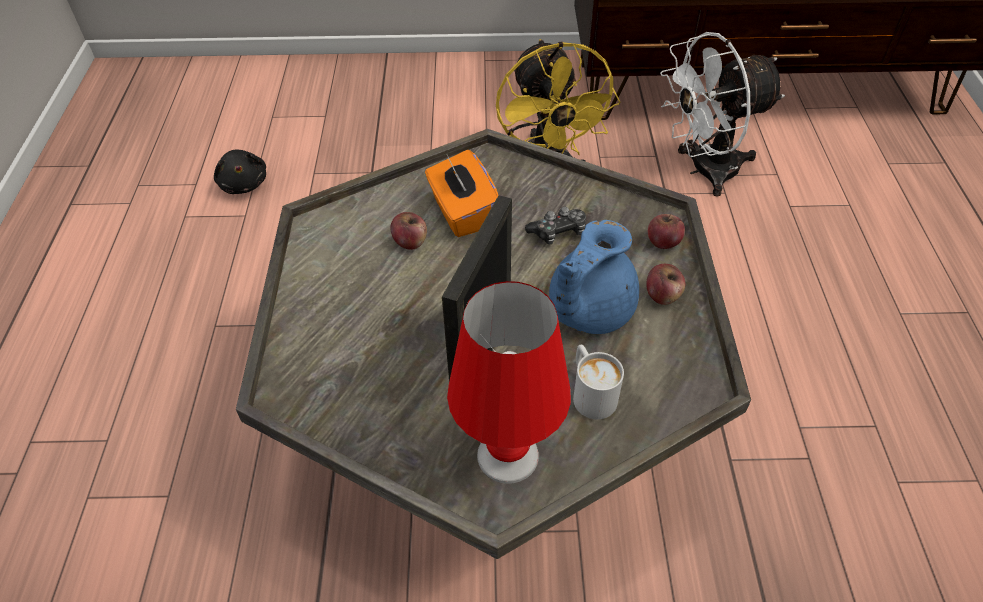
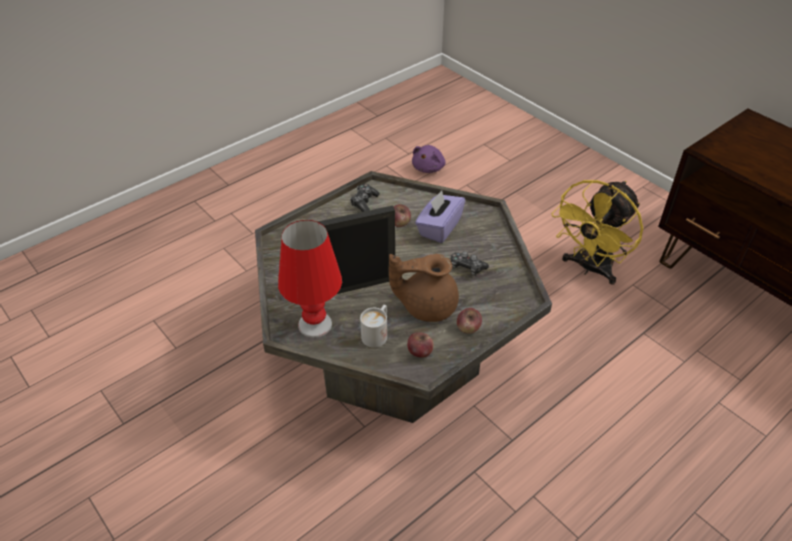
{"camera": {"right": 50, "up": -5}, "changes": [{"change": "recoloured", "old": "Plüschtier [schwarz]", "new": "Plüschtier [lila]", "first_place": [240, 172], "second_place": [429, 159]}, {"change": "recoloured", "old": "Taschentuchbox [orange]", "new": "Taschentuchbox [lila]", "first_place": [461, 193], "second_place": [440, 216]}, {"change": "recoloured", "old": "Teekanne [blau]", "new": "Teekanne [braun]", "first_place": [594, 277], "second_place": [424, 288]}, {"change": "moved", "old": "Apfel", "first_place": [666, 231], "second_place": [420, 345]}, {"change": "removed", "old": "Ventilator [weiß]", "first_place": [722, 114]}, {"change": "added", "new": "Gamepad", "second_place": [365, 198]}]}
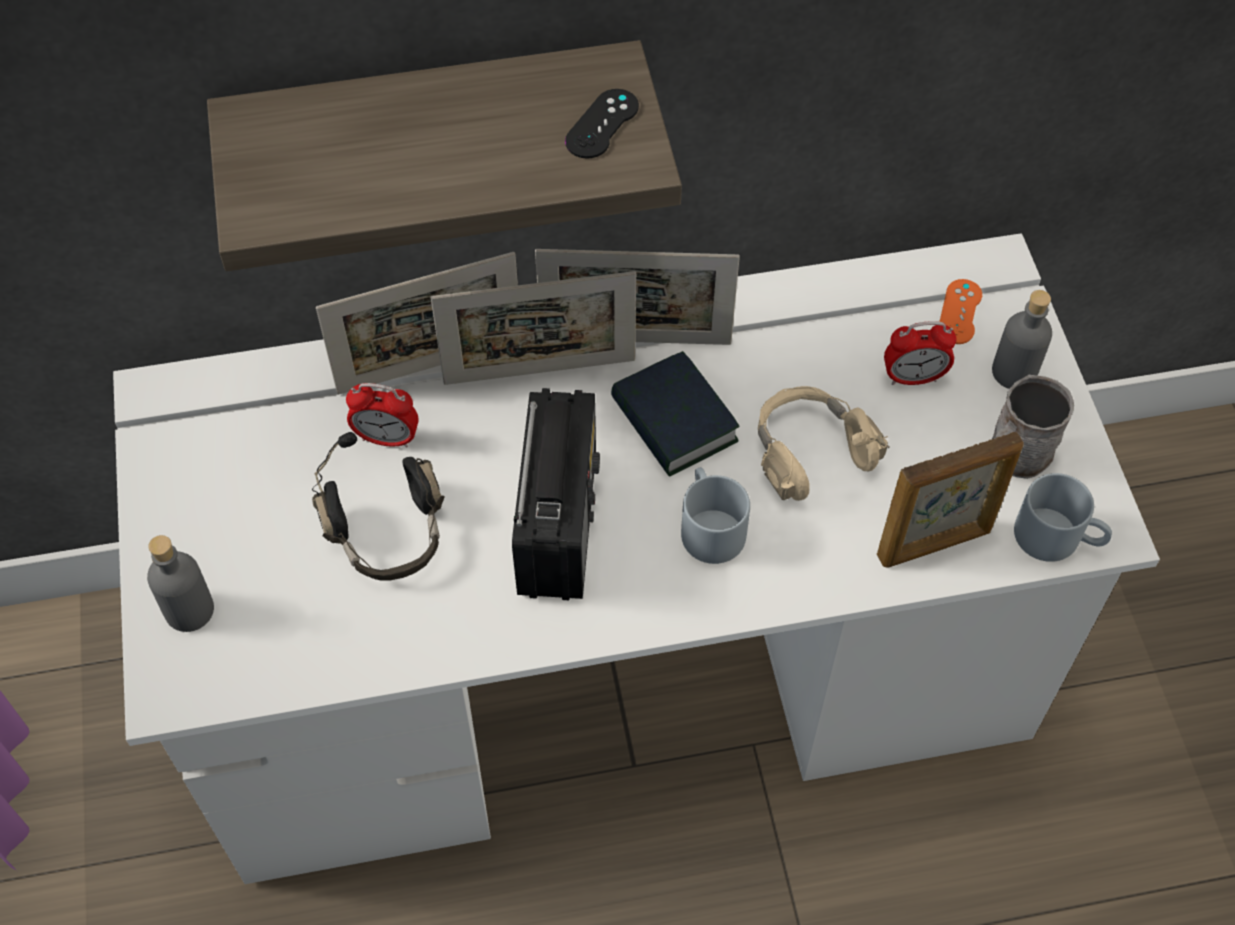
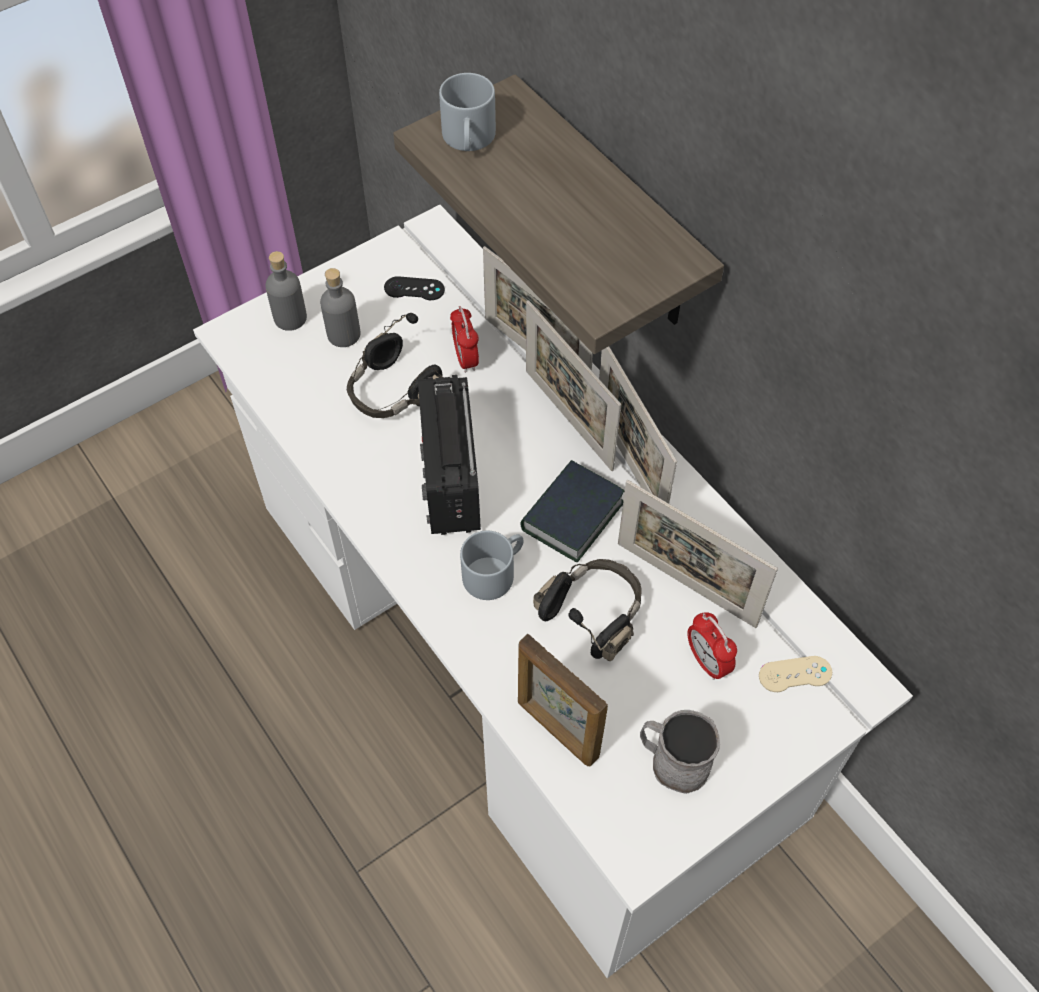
{"camera": {"right": 65, "up": 0}, "changes": [{"change": "turned", "old": "Radio", "first_place": [556, 494], "second_place": [449, 455], "degrees": 105}, {"change": "moved", "old": "Gamepad [schwarz]", "first_place": [602, 124], "second_place": [414, 288]}, {"change": "recoloured", "old": "Kopfhörer [beige]", "new": "Kopfhörer [schwarz]", "first_place": [824, 443], "second_place": [587, 610]}, {"change": "recoloured", "old": "Gamepad [orange]", "new": "Gamepad [beige]", "first_place": [960, 311], "second_place": [795, 674]}, {"change": "moved", "old": "Flasche [grau]", "first_place": [1022, 339], "second_place": [340, 307]}, {"change": "moved", "old": "Henkelbecher [grau]", "first_place": [1063, 517], "second_place": [467, 112]}, {"change": "added", "new": "Bilderrahmen", "second_place": [698, 554]}]}
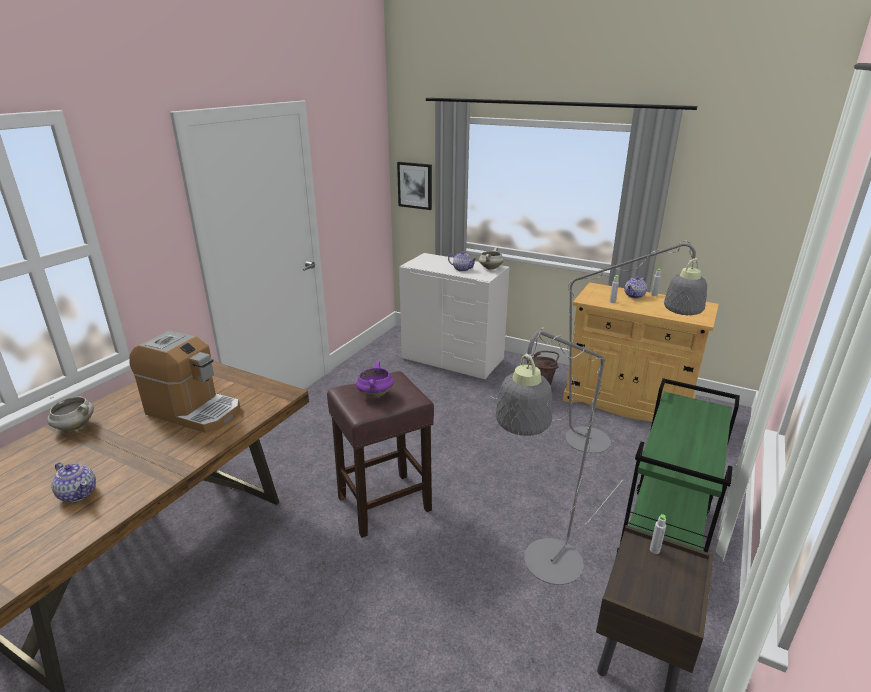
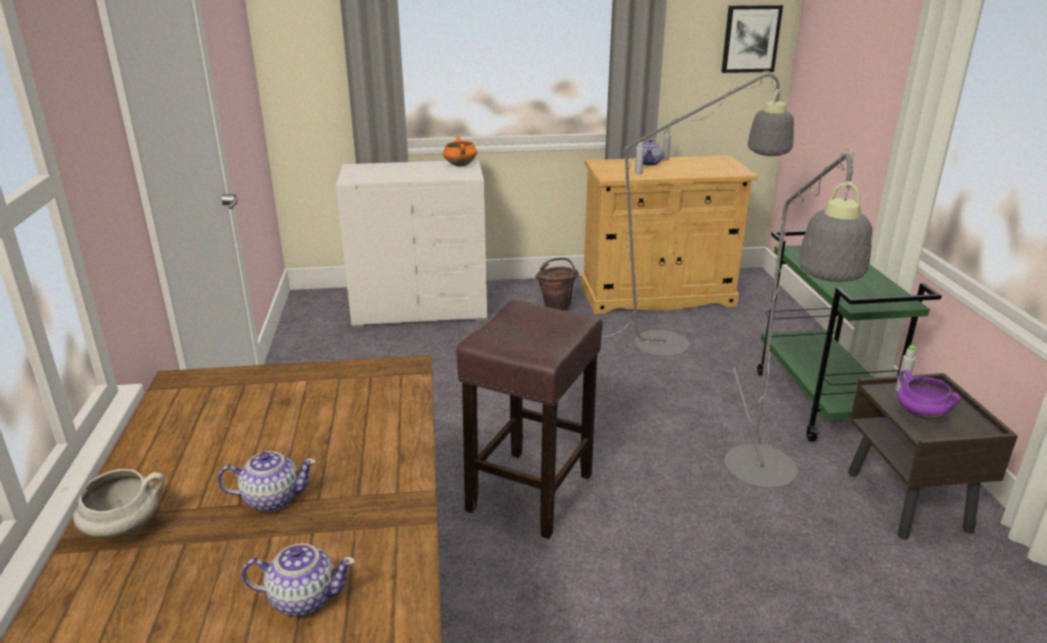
{"camera": {"right": -35, "up": 0}, "changes": [{"change": "removed", "old": "Kaffeemaschine", "first_place": [184, 381]}, {"change": "moved", "old": "Kochtopf [lila]", "first_place": [375, 379], "second_place": [929, 395]}, {"change": "moved", "old": "Bild", "first_place": [414, 186], "second_place": [752, 39]}, {"change": "moved", "old": "Teekanne", "first_place": [462, 261], "second_place": [267, 481]}, {"change": "recoloured", "old": "Kochtopf [weiß]", "new": "Kochtopf [orange]", "first_place": [491, 259], "second_place": [460, 151]}]}
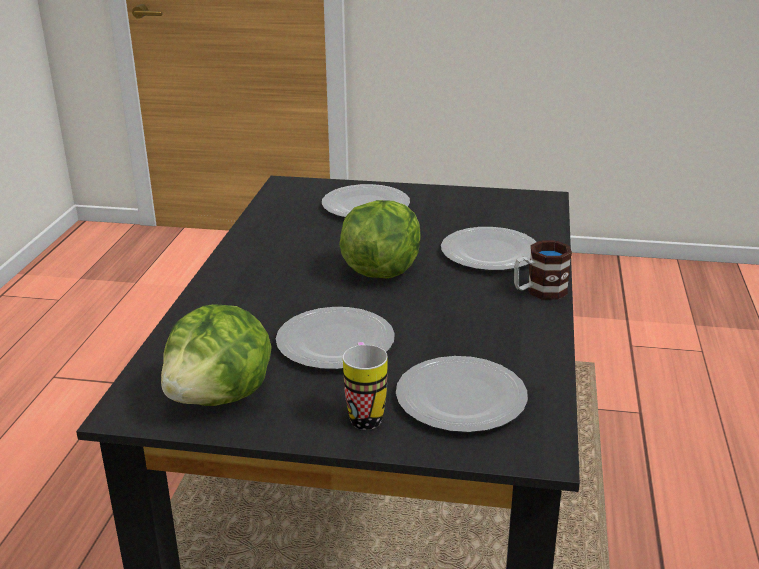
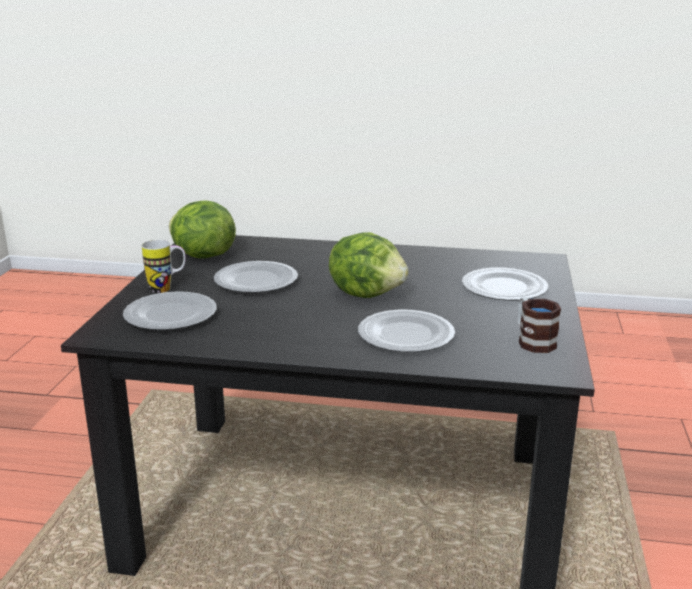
{"camera": {"right": 90, "up": -5}, "changes": [{"change": "moved", "old": "Henkelbecher", "first_place": [543, 270], "second_place": [539, 325]}]}
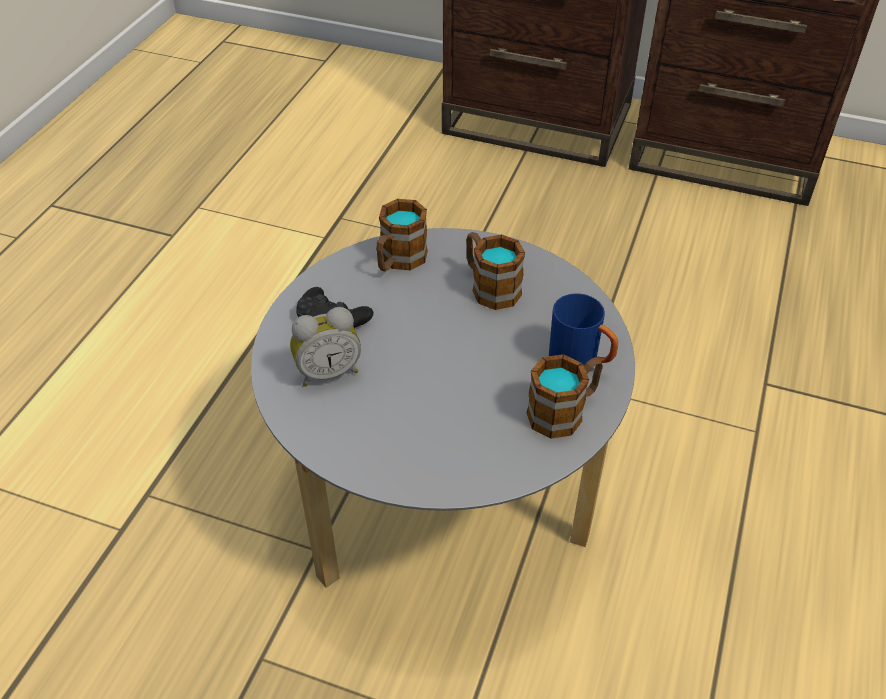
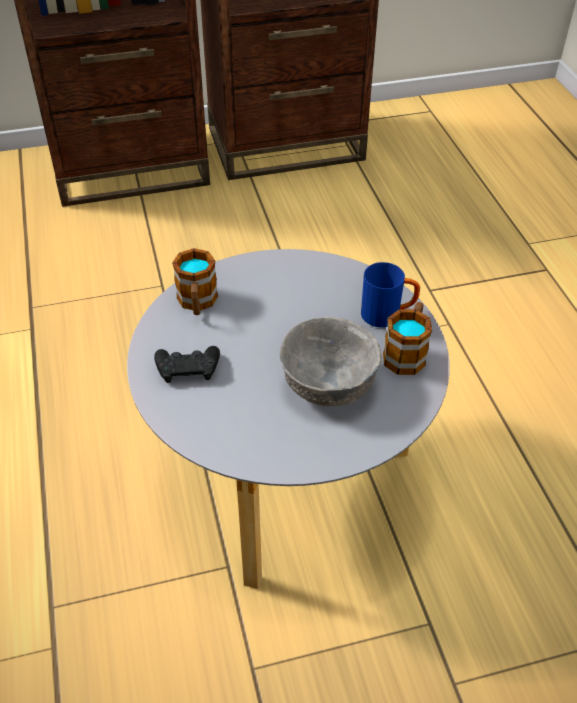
{"camera": {"right": -35, "up": 0}, "changes": [{"change": "removed", "old": "Wecker", "first_place": [325, 347]}, {"change": "removed", "old": "Henkelbecher", "first_place": [495, 271]}, {"change": "added", "new": "Schüssel [grau]", "second_place": [331, 361]}]}
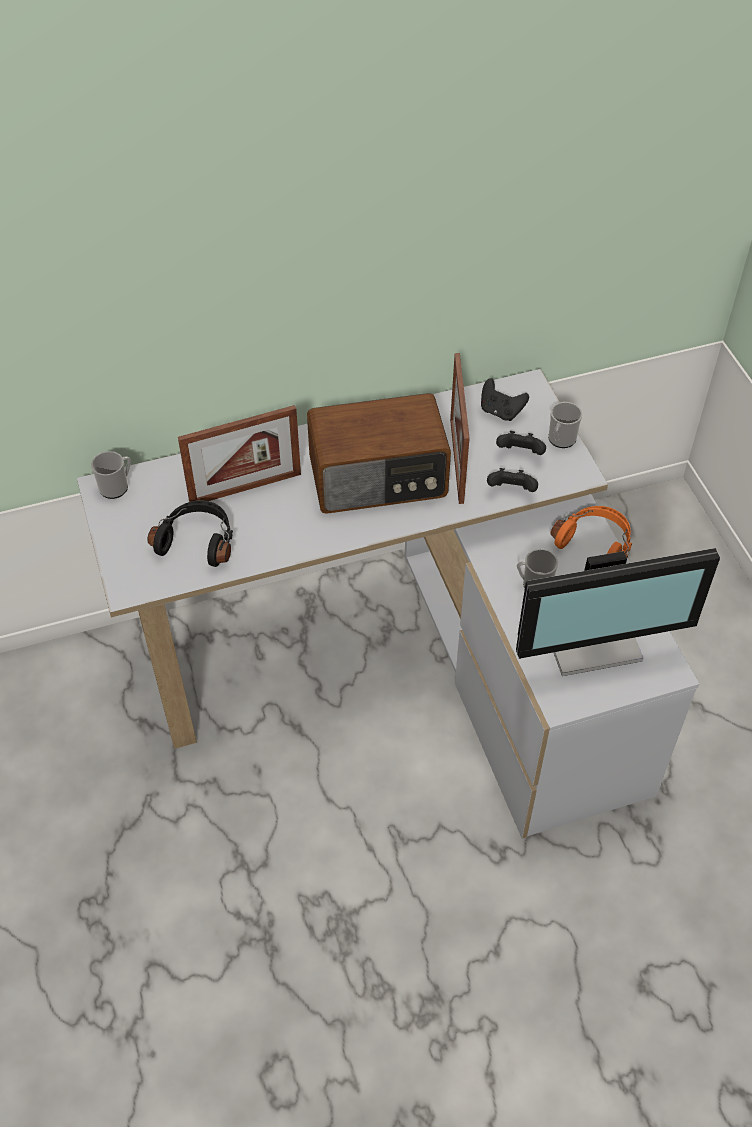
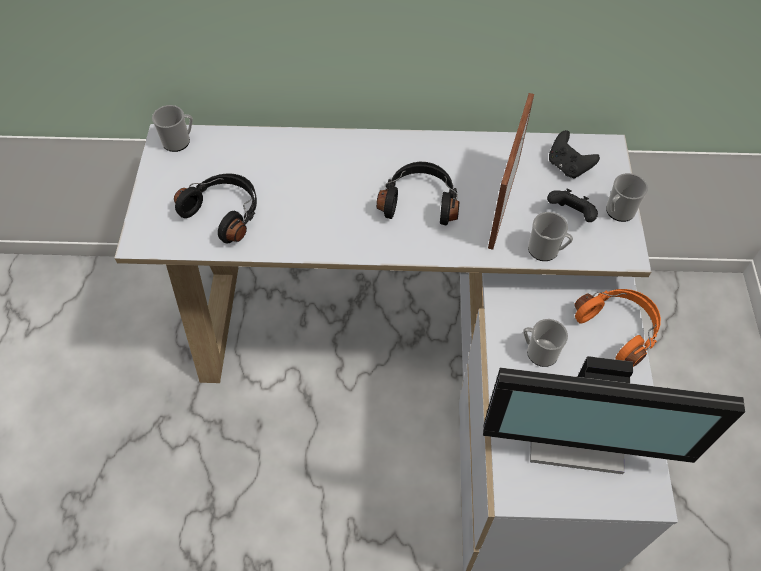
{"camera": {"right": 20, "up": 5}, "changes": [{"change": "removed", "old": "Bilderrahmen", "first_place": [239, 453]}, {"change": "replaced", "old": "Radio", "new": "Kopfhörer [schwarz]", "first_place": [379, 453], "second_place": [417, 193]}, {"change": "replaced", "old": "Gamepad [schwarz]", "new": "Henkelbecher", "first_place": [512, 480], "second_place": [550, 236]}]}
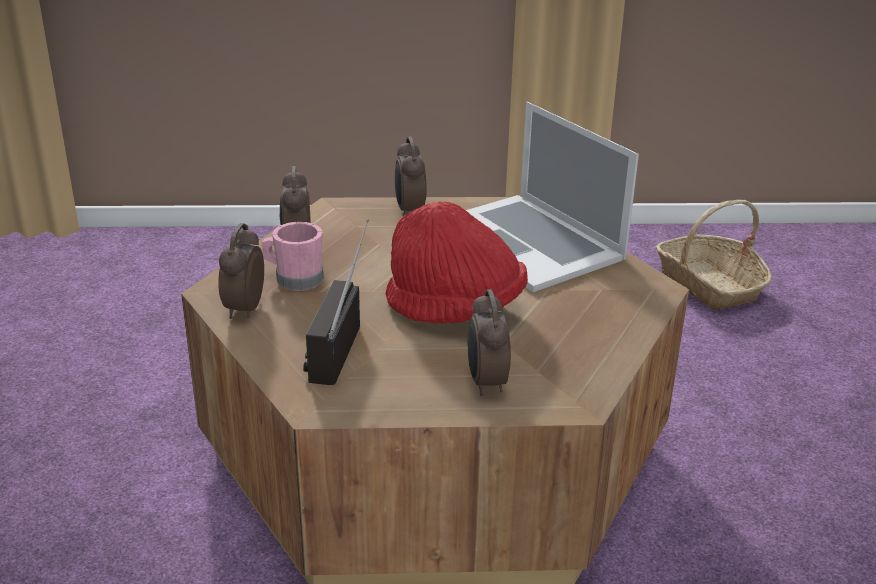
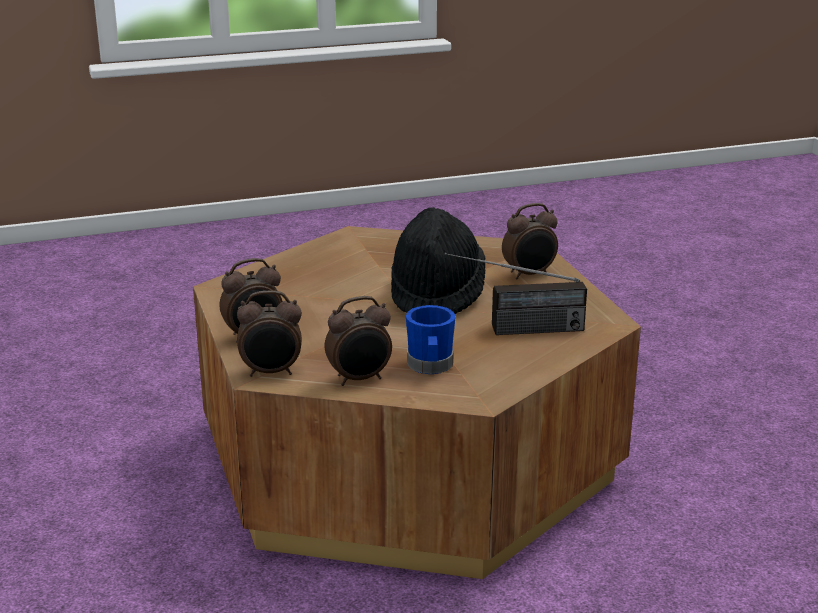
{"camera": {"right": -105, "up": -5}, "changes": [{"change": "moved", "old": "Wecker", "first_place": [241, 271], "second_place": [269, 333]}, {"change": "recoloured", "old": "Henkelbecher [rosa]", "new": "Henkelbecher [blau]", "first_place": [292, 256], "second_place": [431, 339]}, {"change": "recoloured", "old": "Hut [rot]", "new": "Hut [schwarz]", "first_place": [456, 262], "second_place": [438, 260]}, {"change": "removed", "old": "Laptop", "first_place": [552, 197]}, {"change": "removed", "old": "Korb", "first_place": [713, 255]}]}
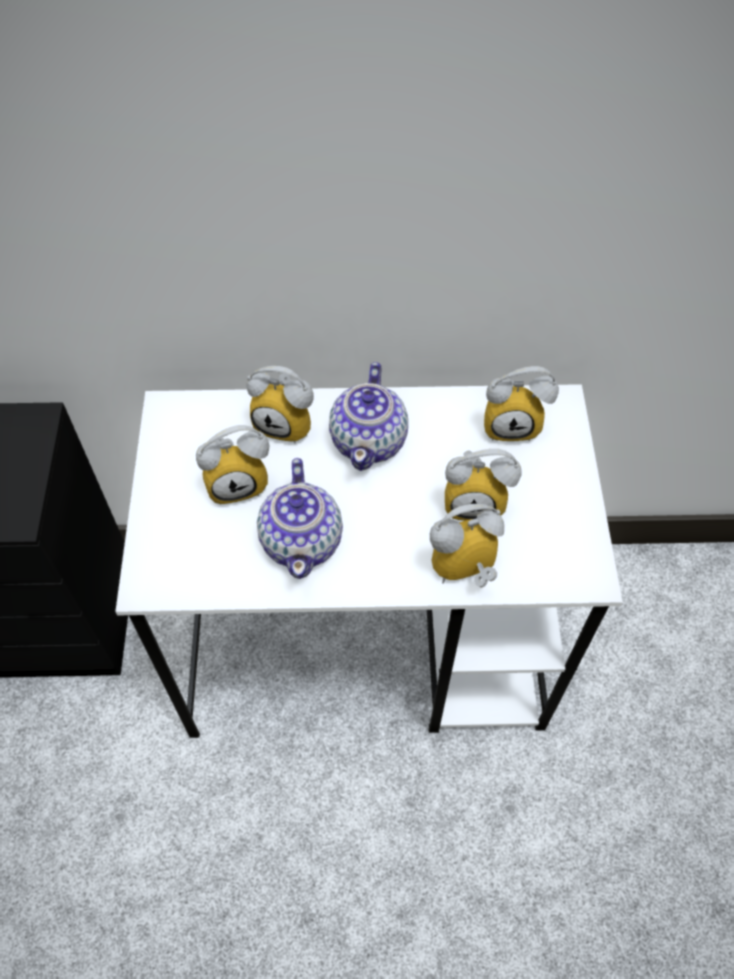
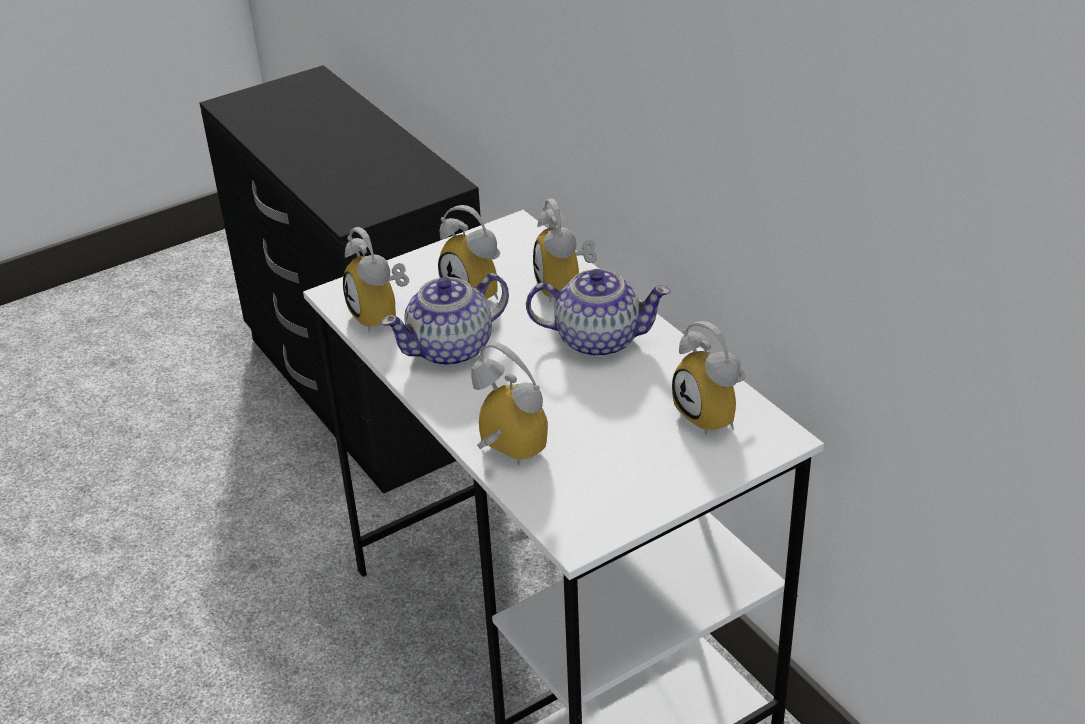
{"camera": {"right": 60, "up": -20}, "changes": [{"change": "turned", "old": "Teekanne", "first_place": [368, 416], "second_place": [598, 313], "degrees": -150}, {"change": "moved", "old": "Wecker", "first_place": [483, 485], "second_place": [376, 279]}]}
